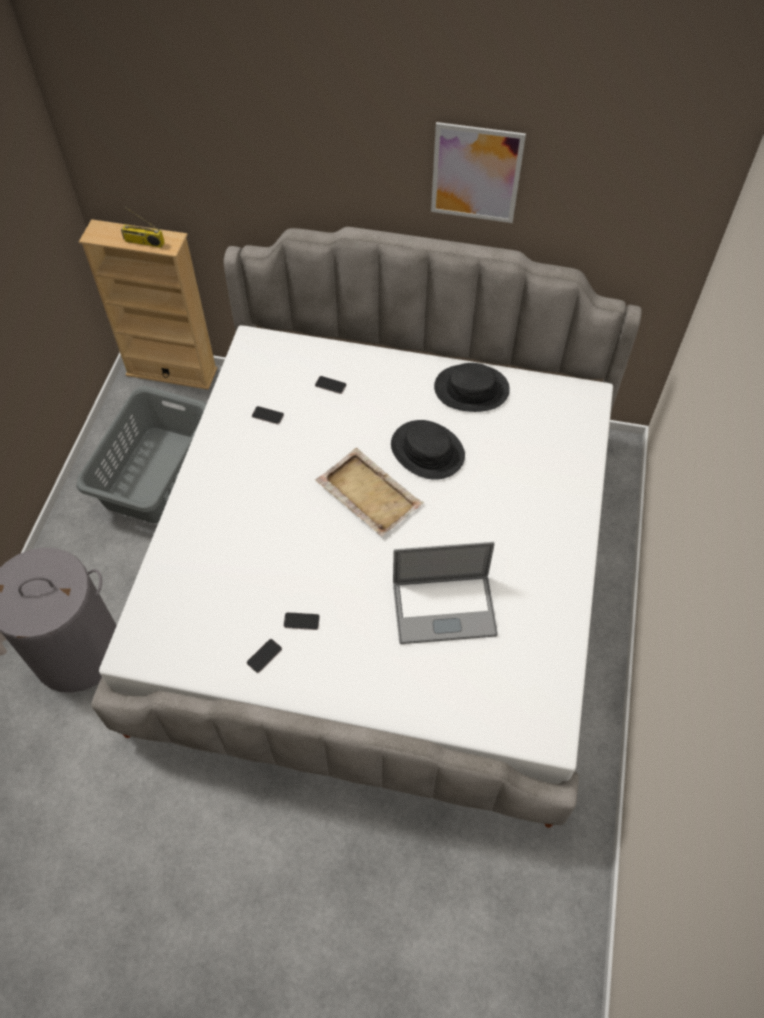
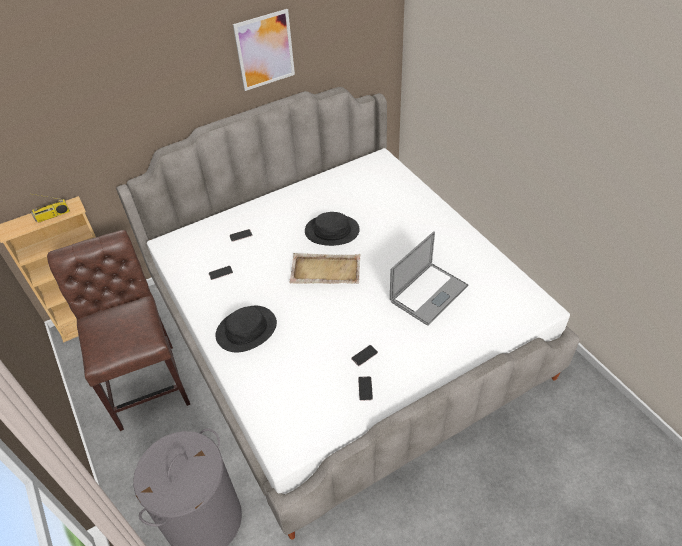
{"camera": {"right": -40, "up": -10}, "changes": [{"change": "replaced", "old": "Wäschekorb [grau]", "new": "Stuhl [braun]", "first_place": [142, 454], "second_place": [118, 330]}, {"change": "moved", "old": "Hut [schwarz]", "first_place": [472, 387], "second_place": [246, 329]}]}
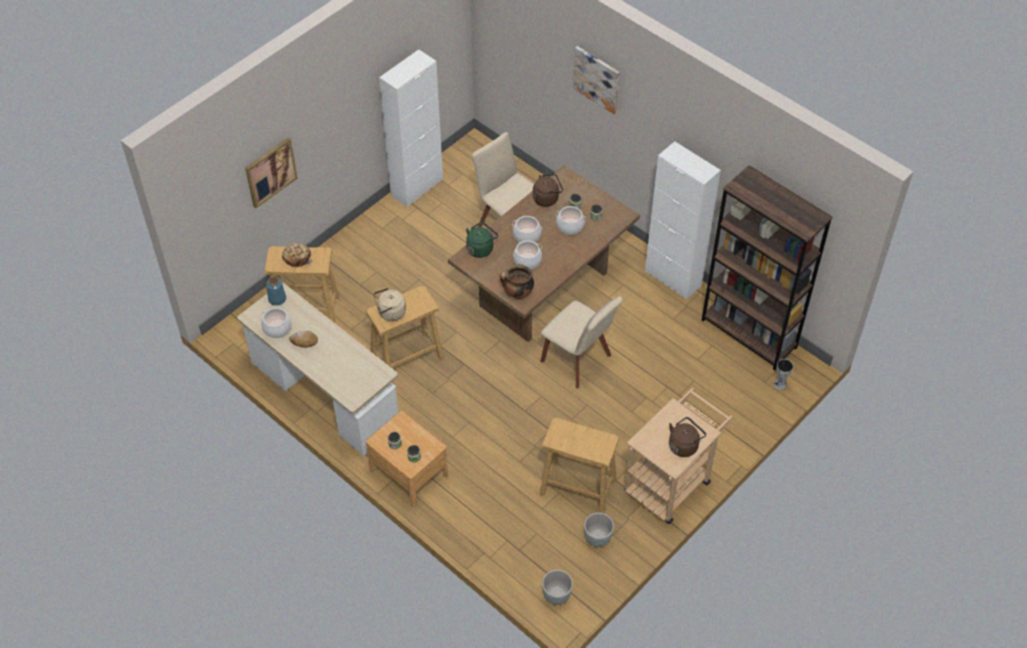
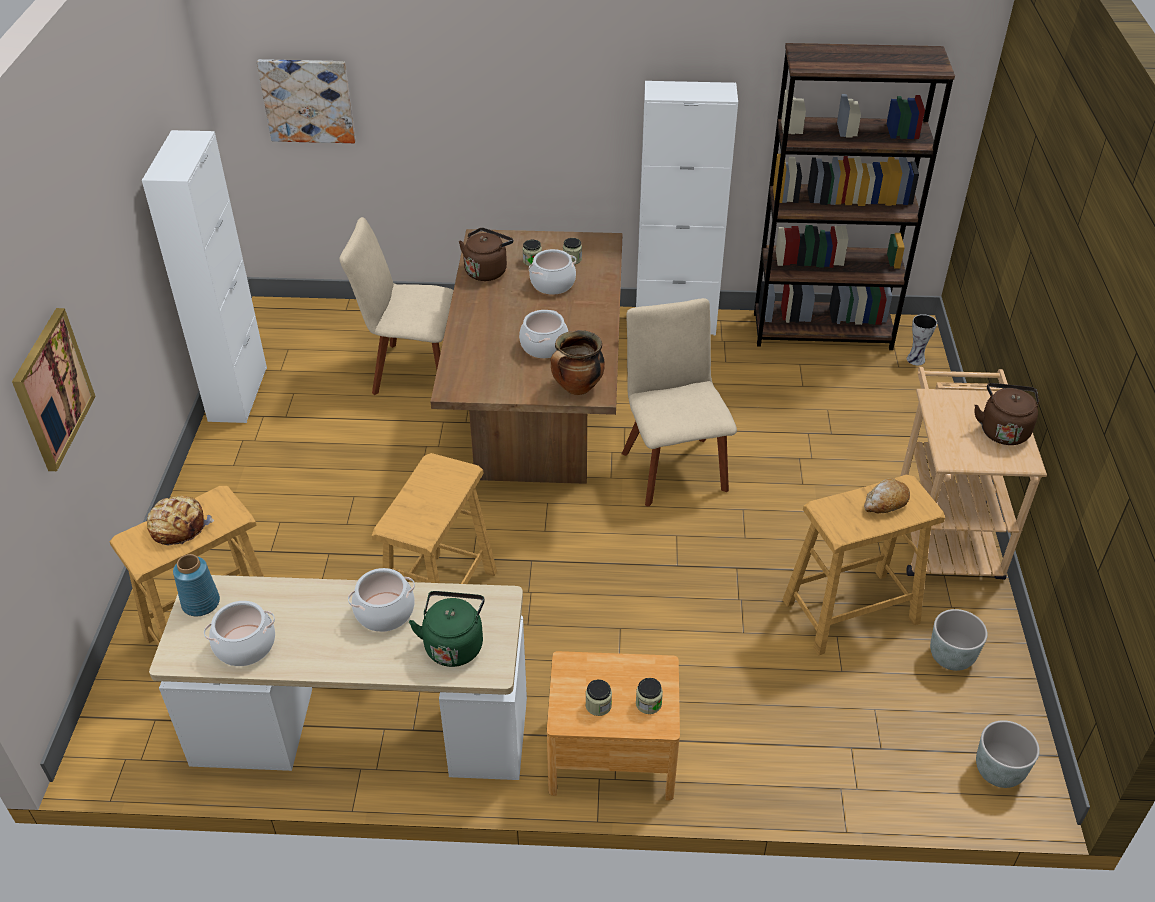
{"camera": {"right": -40, "up": -10}, "changes": [{"change": "moved", "old": "Brot", "first_place": [303, 339], "second_place": [887, 495]}, {"change": "removed", "old": "Wasserkessel [beige]", "first_place": [389, 304]}, {"change": "moved", "old": "Wasserkessel [grün]", "first_place": [482, 240], "second_place": [447, 629]}, {"change": "moved", "old": "Kochtopf", "first_place": [527, 229], "second_place": [381, 600]}, {"change": "turned", "old": "Stuhl [beige]", "first_place": [581, 342], "second_place": [679, 402], "degrees": -105}, {"change": "moved", "old": "Bild", "first_place": [596, 80], "second_place": [306, 101]}]}
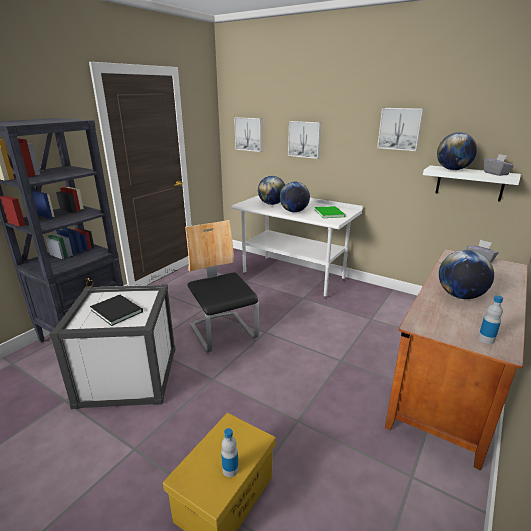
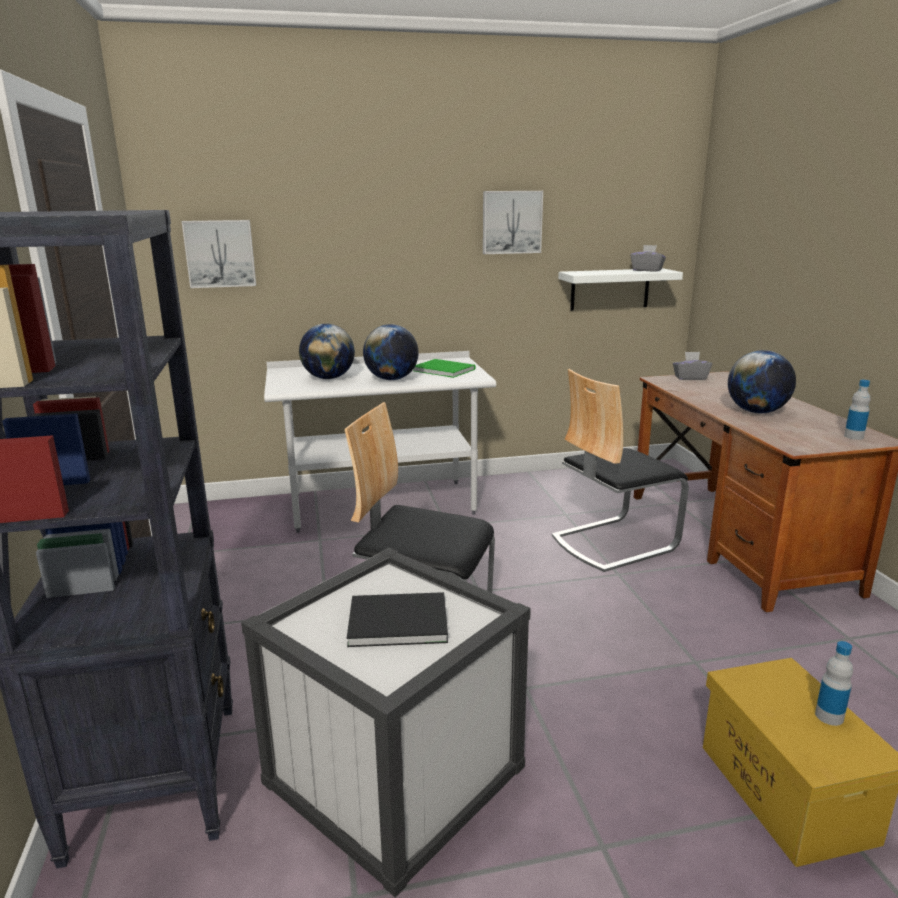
{"camera": {"right": -45, "up": -5}, "changes": [{"change": "removed", "old": "Bild", "first_place": [304, 140]}, {"change": "removed", "old": "Globus", "first_place": [457, 151]}, {"change": "added", "new": "Stuhl", "second_place": [620, 470]}]}
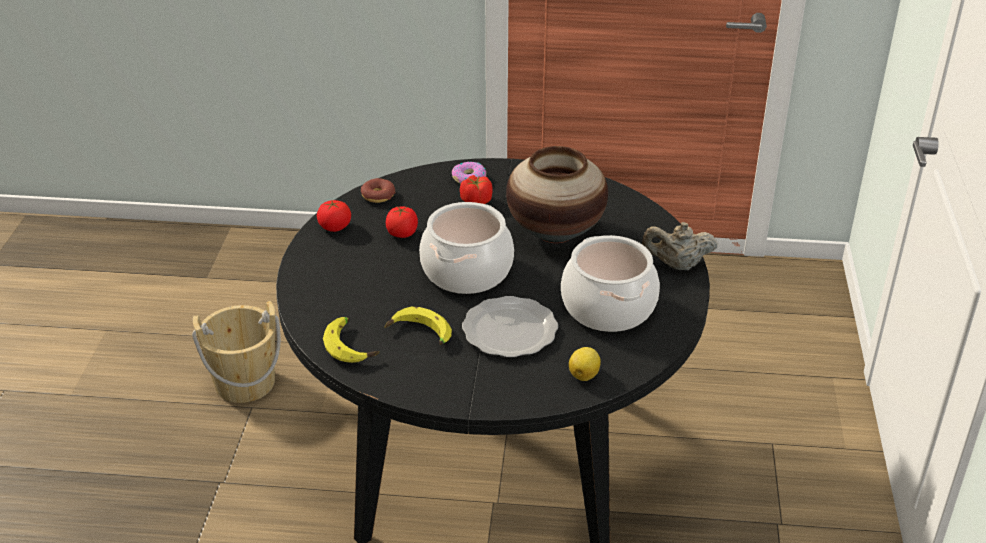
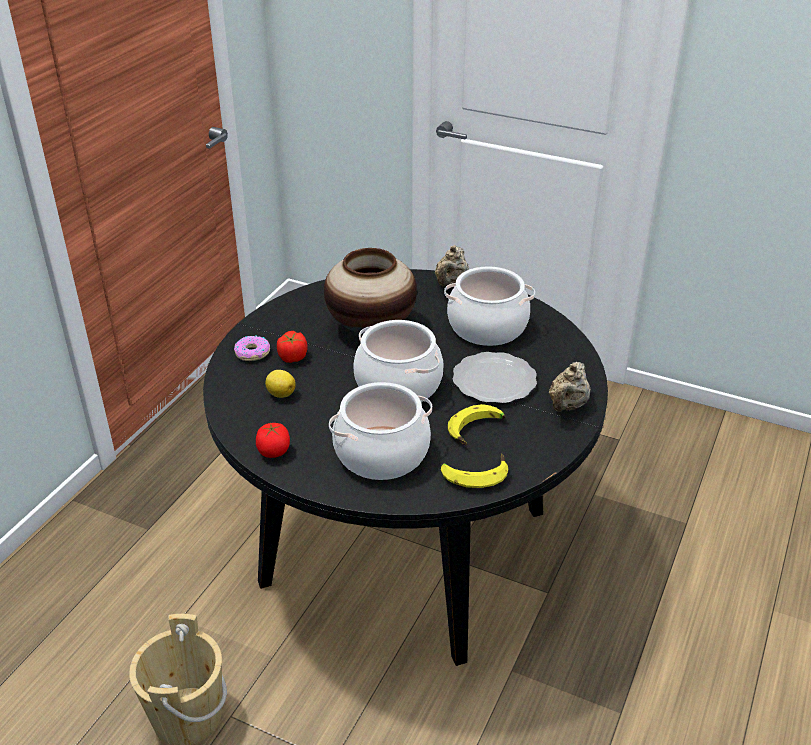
{"camera": {"right": -70, "up": 0}, "changes": [{"change": "removed", "old": "Donut", "first_place": [378, 190]}, {"change": "removed", "old": "Tomate", "first_place": [402, 222]}, {"change": "moved", "old": "Zitrone", "first_place": [585, 364], "second_place": [280, 384]}, {"change": "added", "new": "Kochtopf", "second_place": [380, 431]}, {"change": "added", "new": "Teekanne [beige]", "second_place": [569, 387]}]}
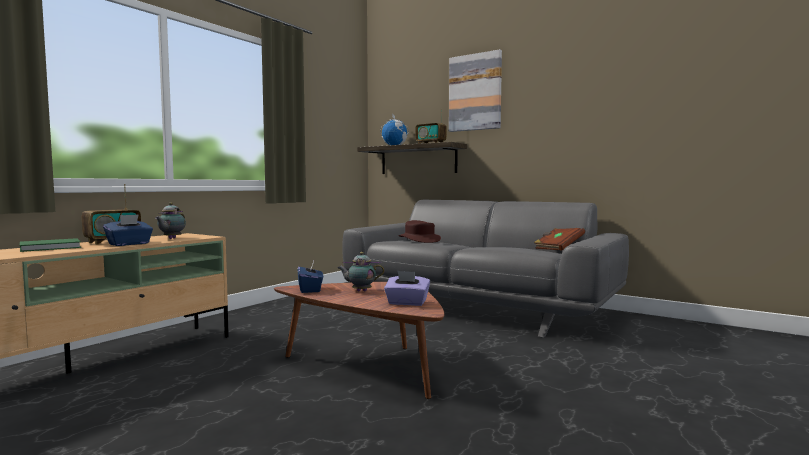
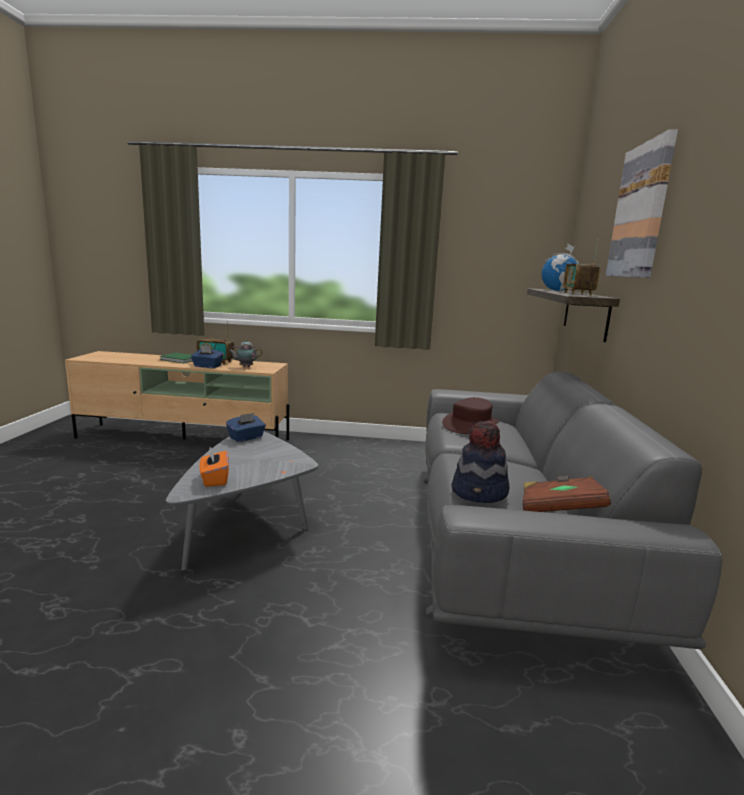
{"camera": {"right": 60, "up": 10}, "changes": [{"change": "recoloured", "old": "Couchtisch [braun]", "new": "Couchtisch [grau]", "first_place": [359, 340], "second_place": [242, 501]}, {"change": "removed", "old": "Teekanne", "first_place": [361, 271]}, {"change": "recoloured", "old": "Taschentuchbox [lila]", "new": "Taschentuchbox [orange]", "first_place": [407, 288], "second_place": [214, 467]}, {"change": "added", "new": "Hut", "second_place": [480, 462]}]}
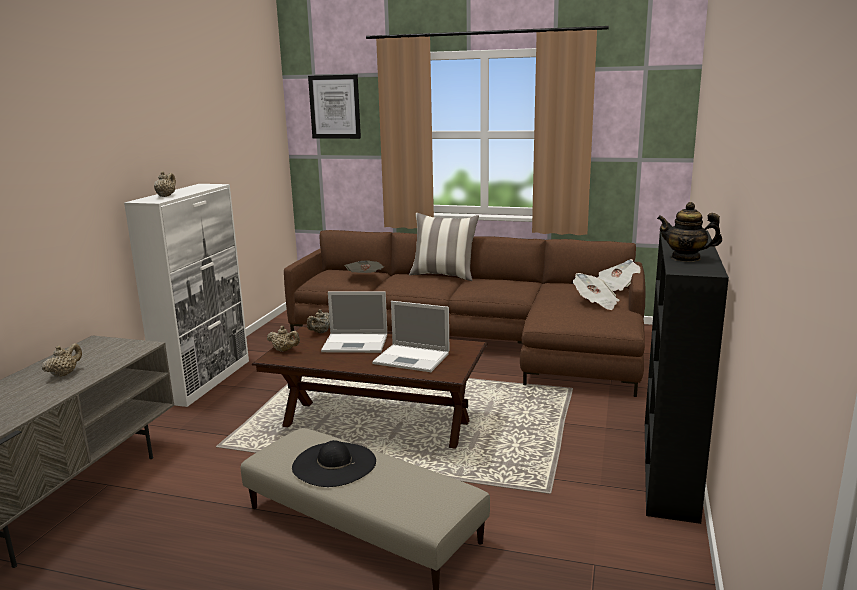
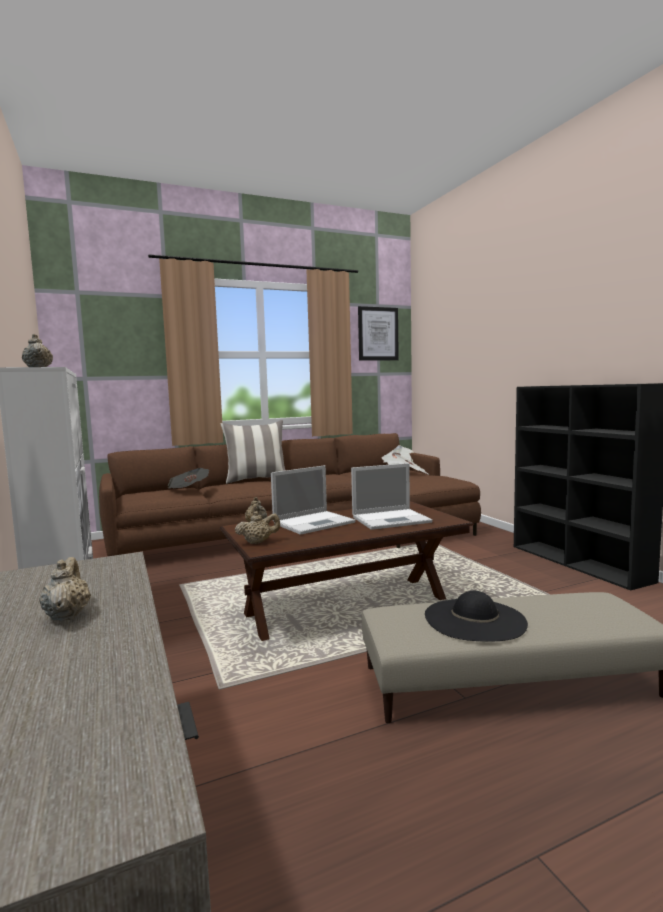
{"camera": {"right": -40, "up": -10}, "changes": [{"change": "moved", "old": "Bild", "first_place": [334, 107], "second_place": [378, 333]}, {"change": "removed", "old": "Teekanne", "first_place": [689, 232]}]}
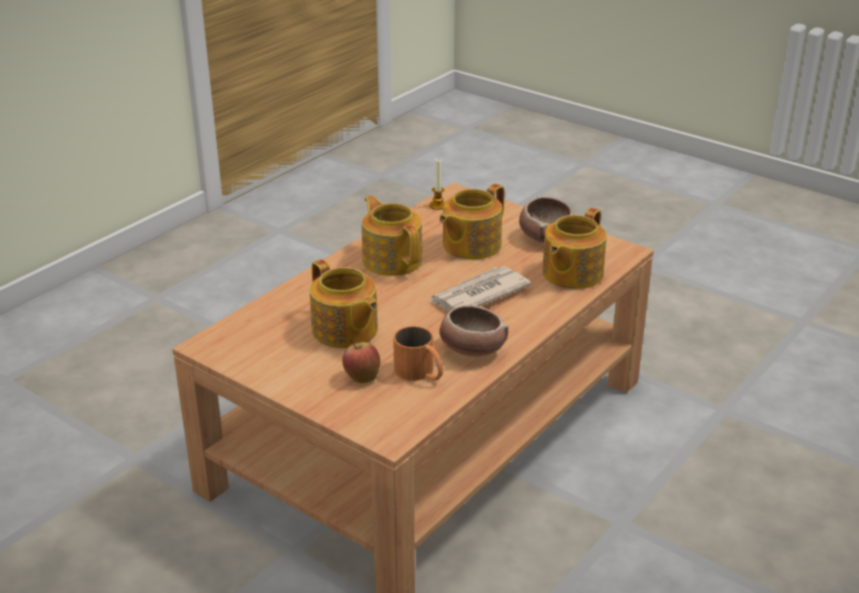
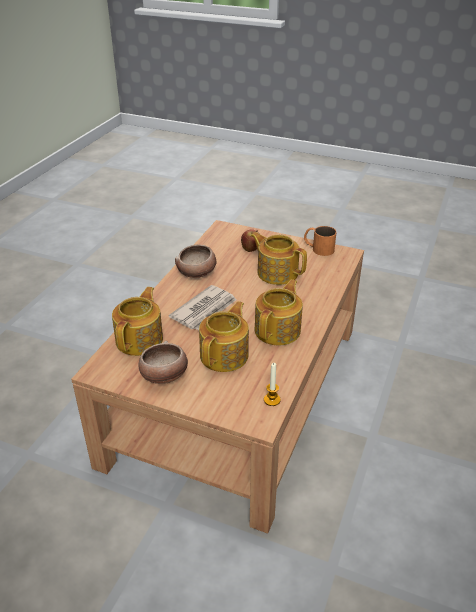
{"camera": {"right": 165, "up": 5}, "changes": [{"change": "turned", "old": "Teekanne", "first_place": [392, 235], "second_place": [279, 312], "degrees": -105}, {"change": "moved", "old": "Henkelbecher [orange]", "first_place": [418, 353], "second_place": [320, 241]}]}
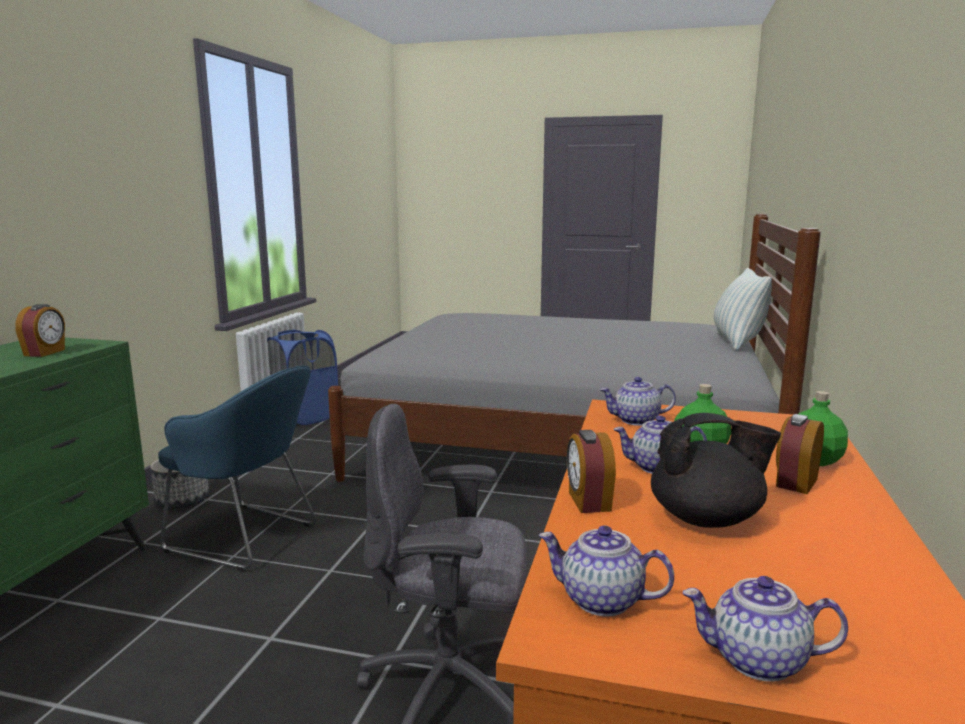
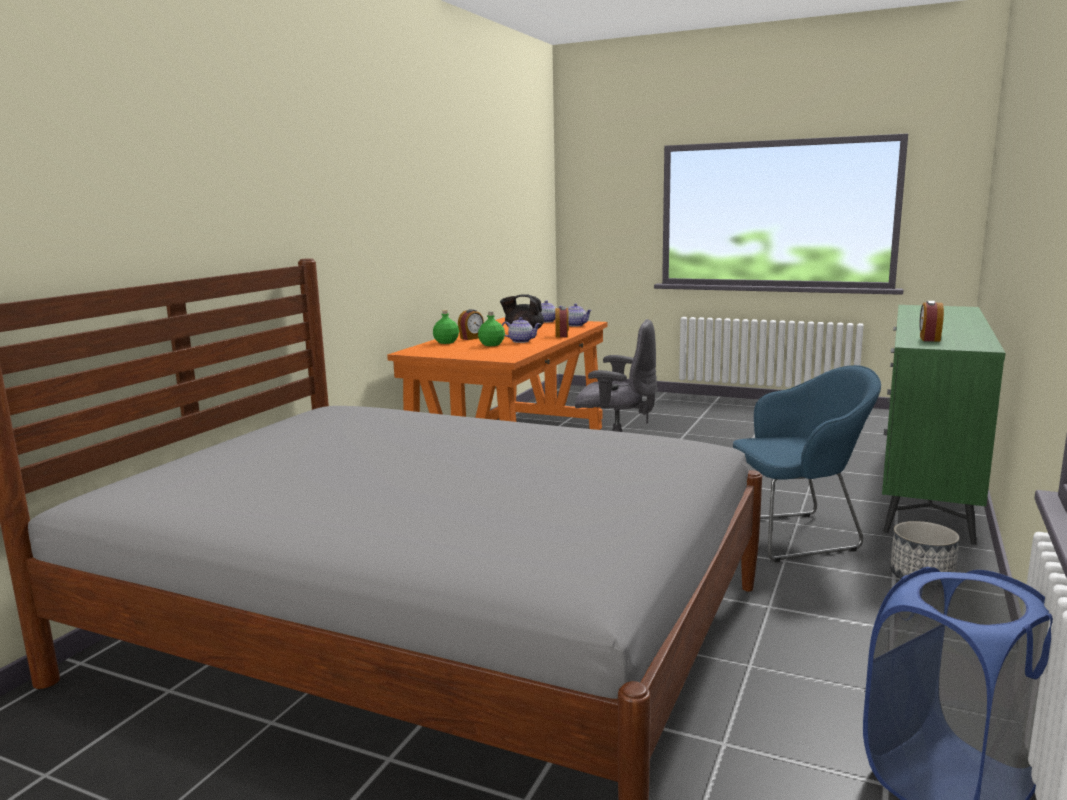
{"camera": {"right": -170, "up": 0}, "changes": [{"change": "turned", "old": "Sessel [blau]", "first_place": [237, 469], "second_place": [807, 463], "degrees": 135}, {"change": "removed", "old": "Teekanne", "first_place": [638, 401]}, {"change": "removed", "old": "Kissen", "first_place": [743, 309]}]}
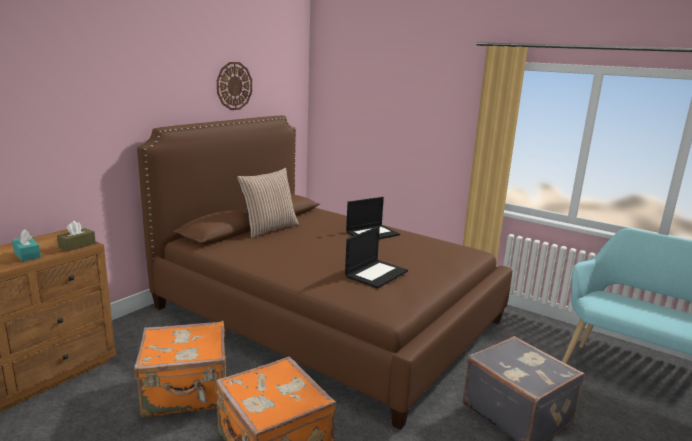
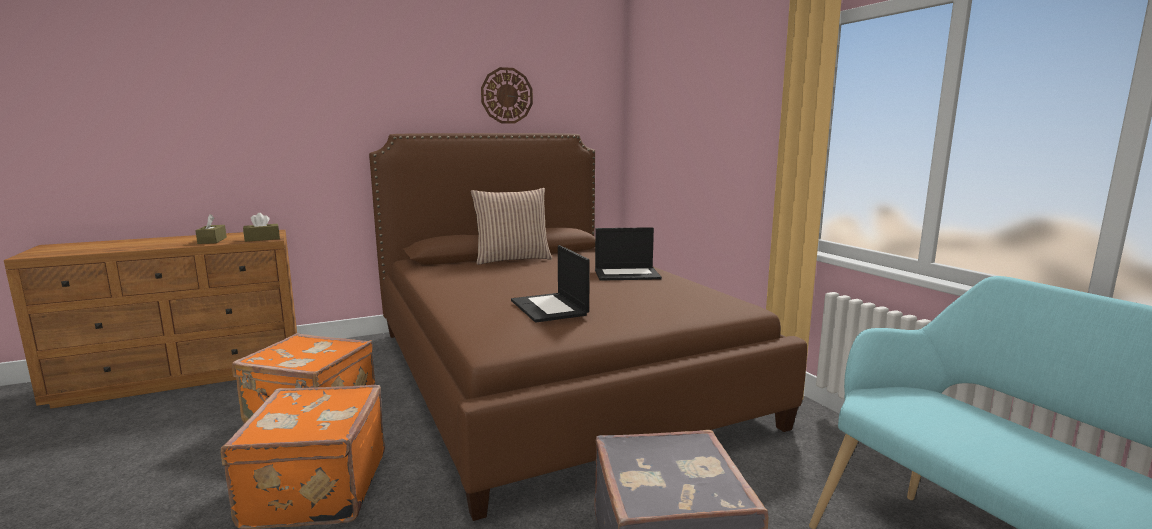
{"camera": {"right": 30, "up": -5}, "changes": [{"change": "recoloured", "old": "Taschentuchbox [türkis]", "new": "Taschentuchbox [braun]", "first_place": [26, 246], "second_place": [211, 229]}, {"change": "turned", "old": "Laptop", "first_place": [376, 257], "second_place": [550, 284], "degrees": 90}]}
